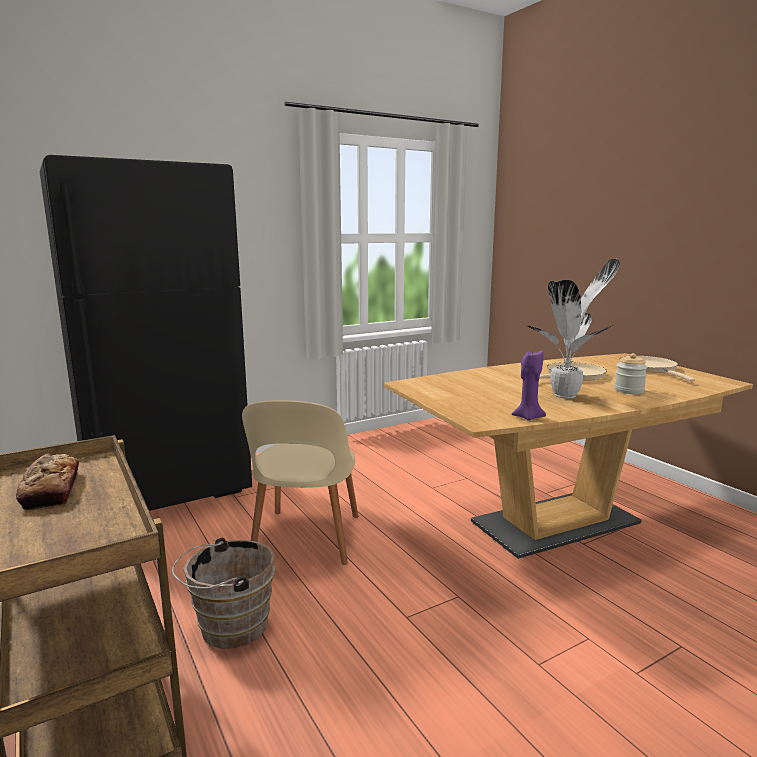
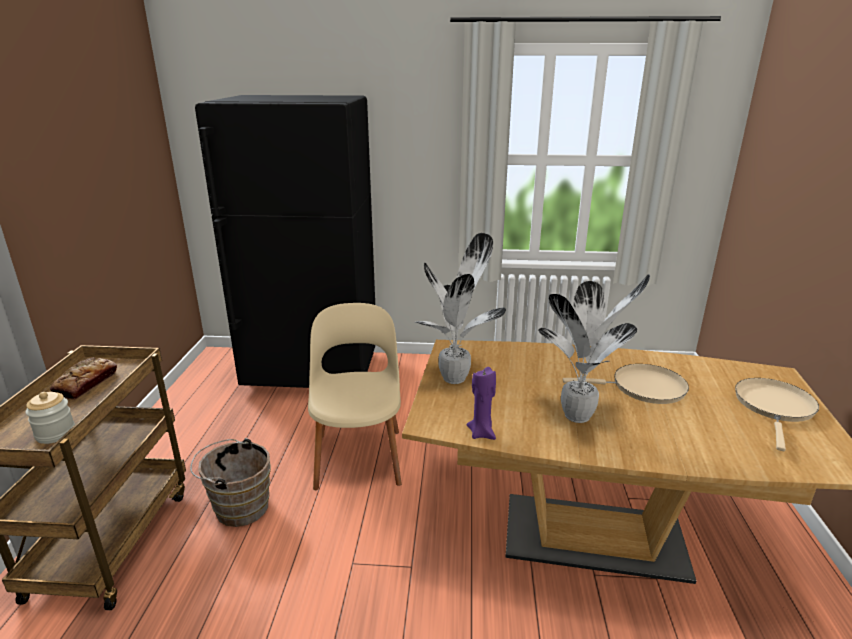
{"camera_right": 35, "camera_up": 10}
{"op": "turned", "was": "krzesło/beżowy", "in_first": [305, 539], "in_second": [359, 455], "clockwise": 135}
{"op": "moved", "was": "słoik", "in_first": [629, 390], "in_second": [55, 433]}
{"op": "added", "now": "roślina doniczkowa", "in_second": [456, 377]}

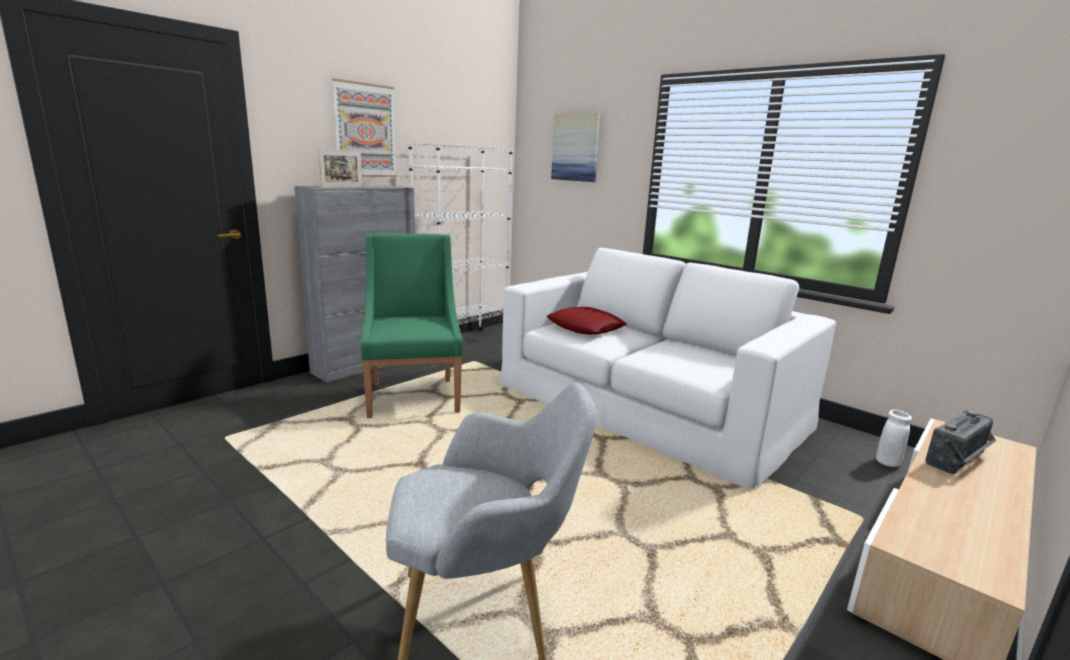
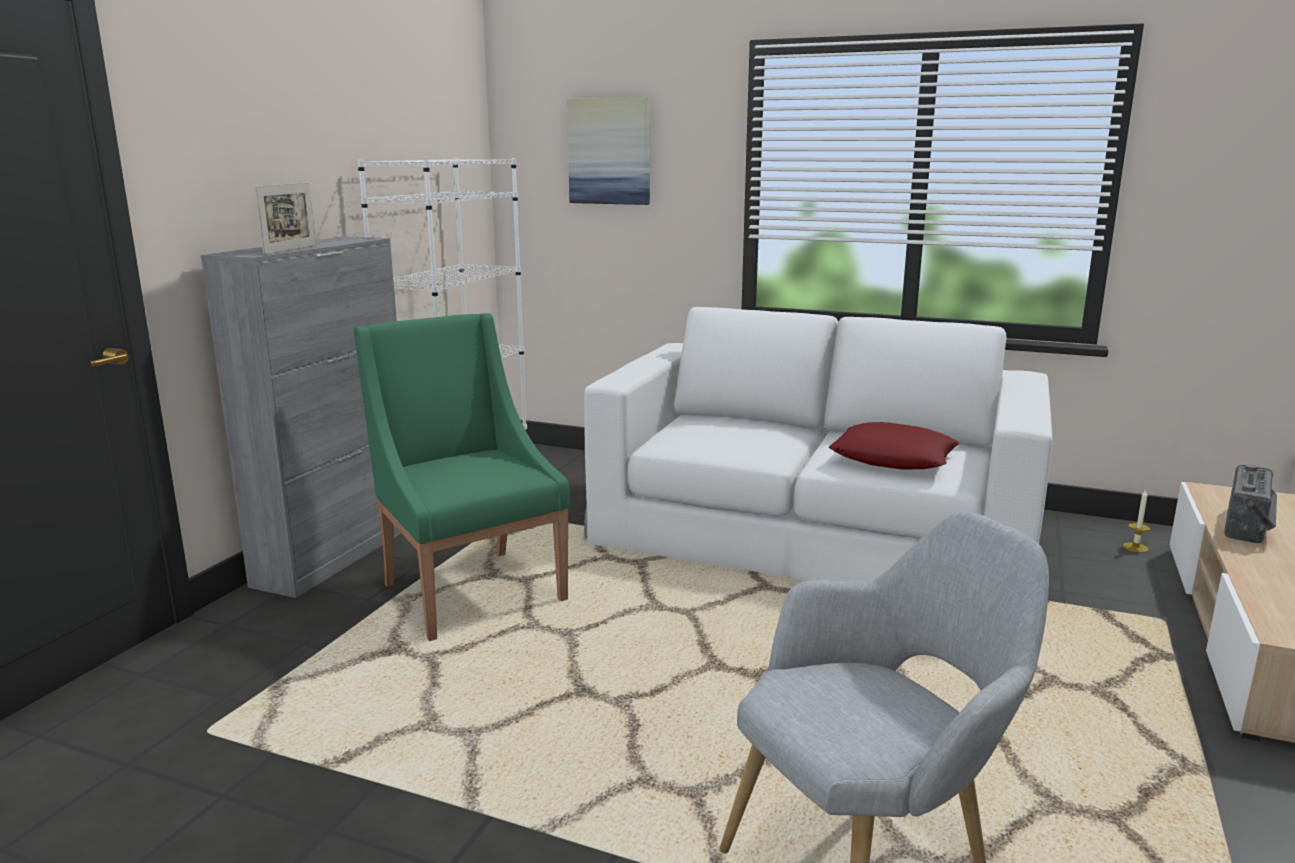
{"camera_right": -20, "camera_up": 0}
{"op": "removed", "was": "obraz", "in_first": [365, 131]}
{"op": "moved", "was": "poduszka/czerwony", "in_first": [585, 328], "in_second": [893, 458]}
{"op": "replaced", "was": "wazon/biały", "now": "świeca", "in_first": [887, 462], "in_second": [1135, 547]}

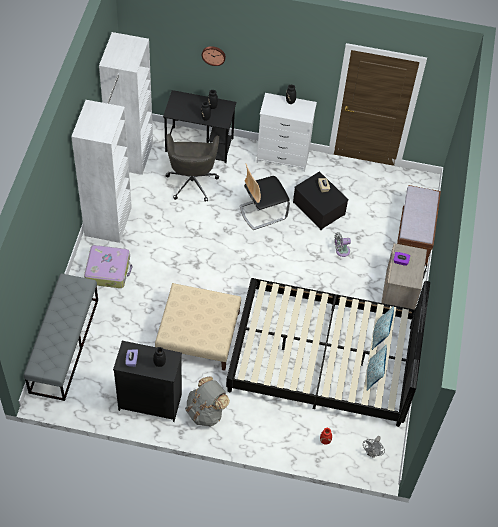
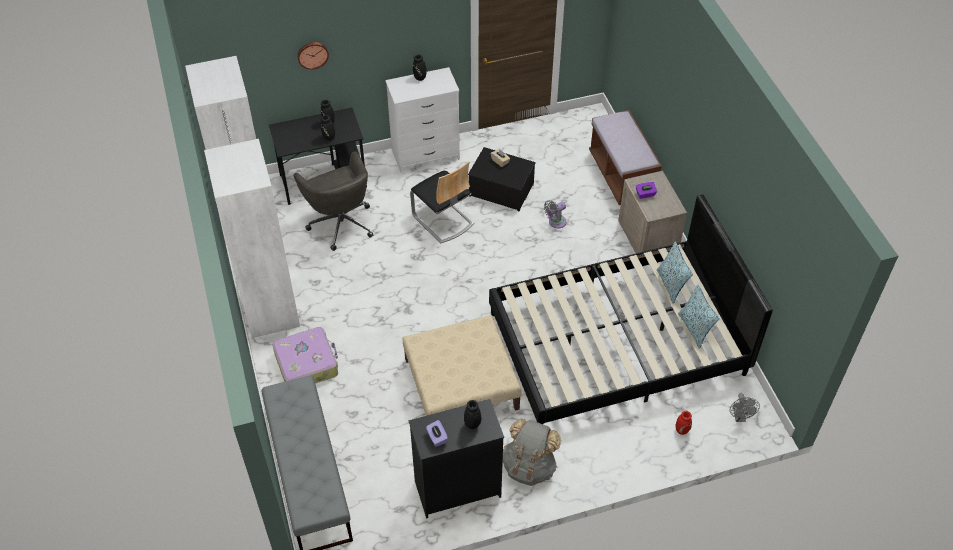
{"camera_right": -25, "camera_up": -5}
{"op": "turned", "was": "krzesło", "in_first": [262, 212], "in_second": [443, 220], "clockwise": -75}

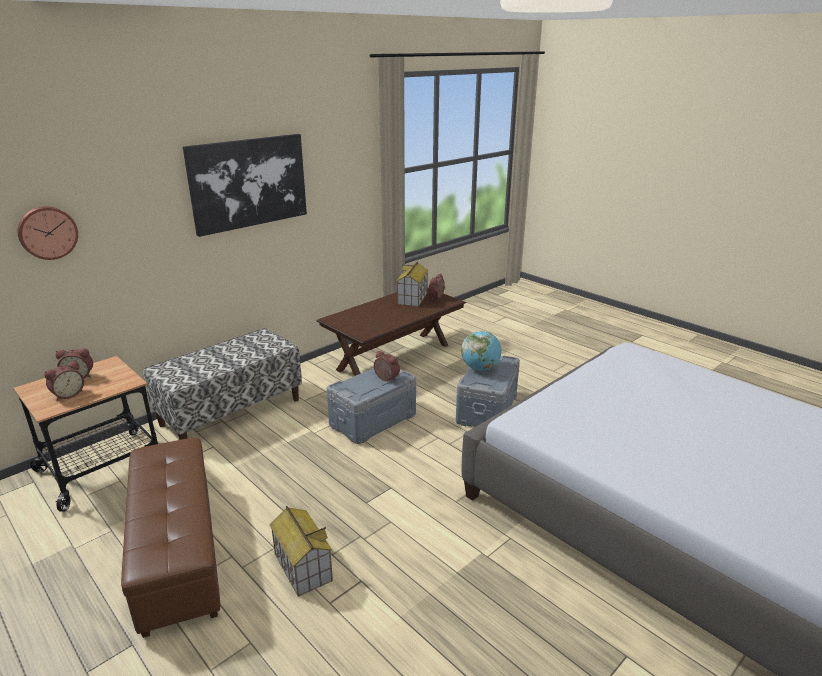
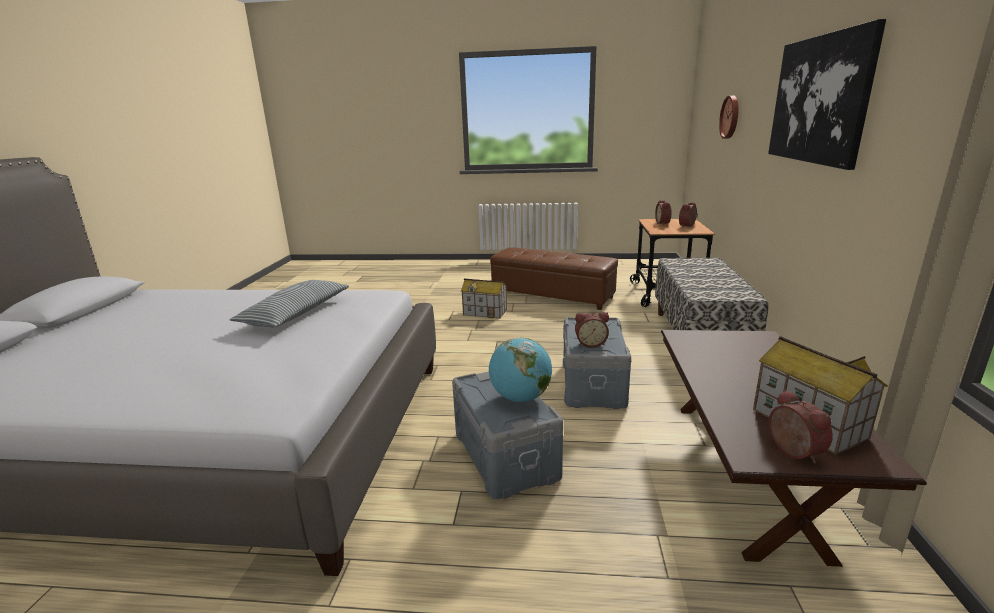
{"camera_right": 140, "camera_up": -5}
{"op": "added", "now": "poduszka", "in_second": [296, 314]}

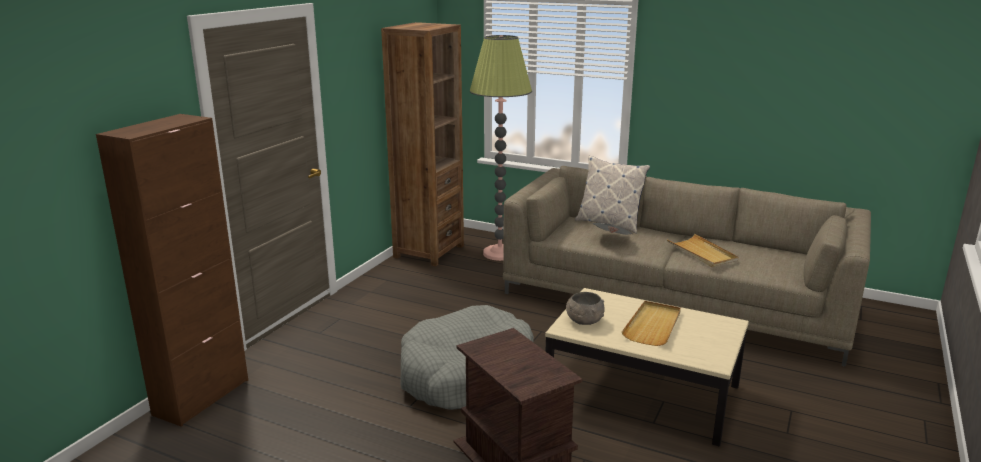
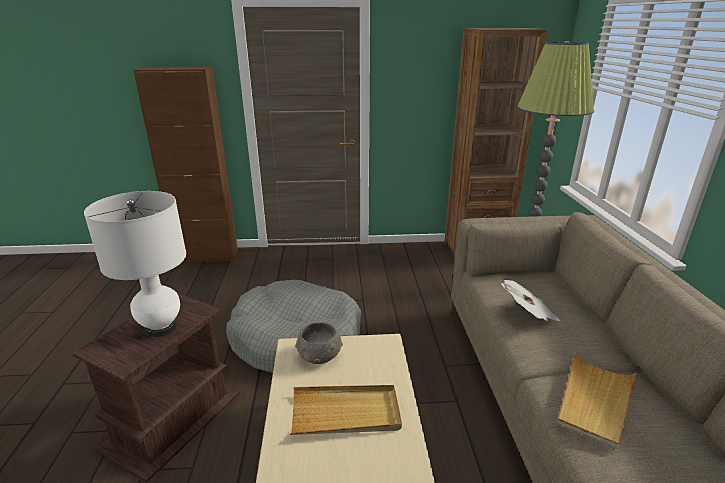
{"camera_right": 60, "camera_up": 5}
{"op": "removed", "was": "poduszka", "in_first": [609, 223]}
{"op": "added", "now": "lampa stołowa/biały", "in_second": [161, 328]}

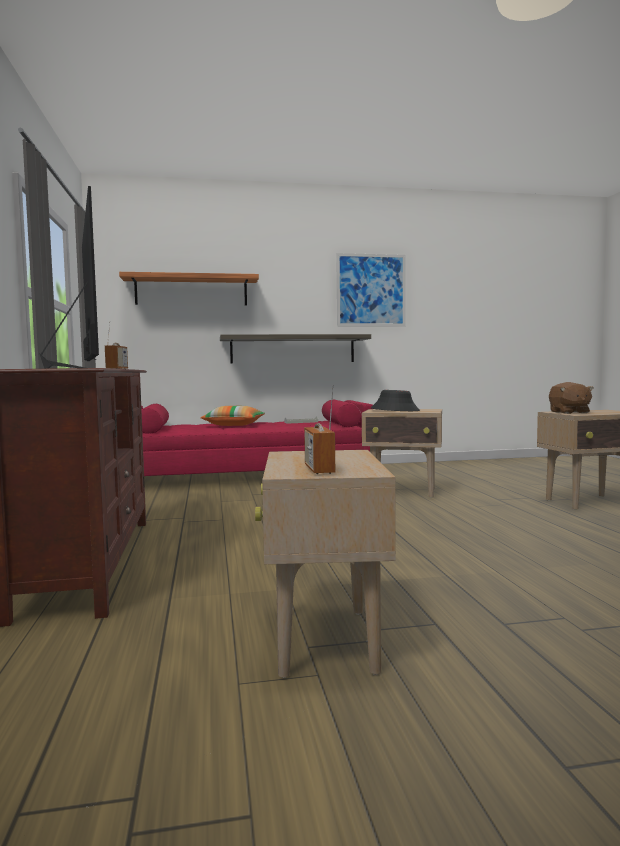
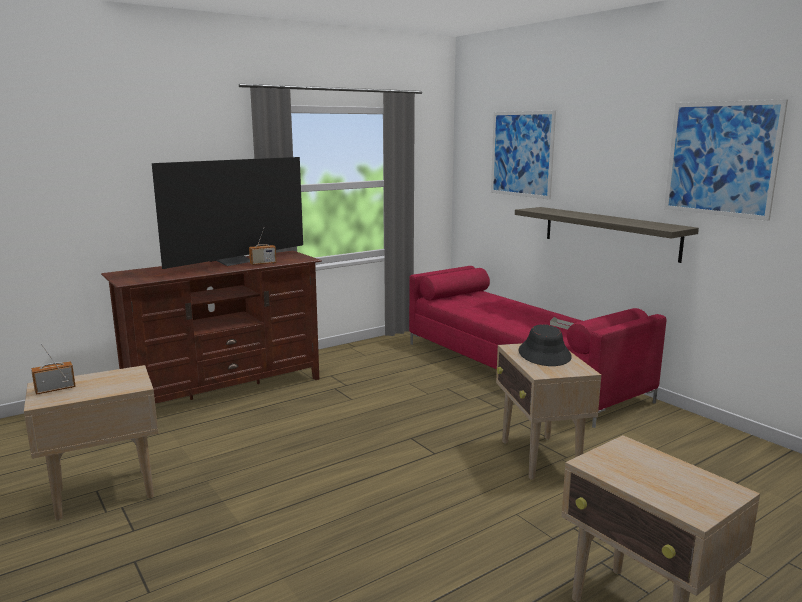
{"camera_right": 65, "camera_up": 10}
{"op": "replaced", "was": "półka", "now": "obraz", "in_first": [191, 291], "in_second": [521, 154]}
{"op": "removed", "was": "poduszka", "in_first": [234, 425]}
{"op": "removed", "was": "pluszak/brązowy", "in_first": [569, 412]}

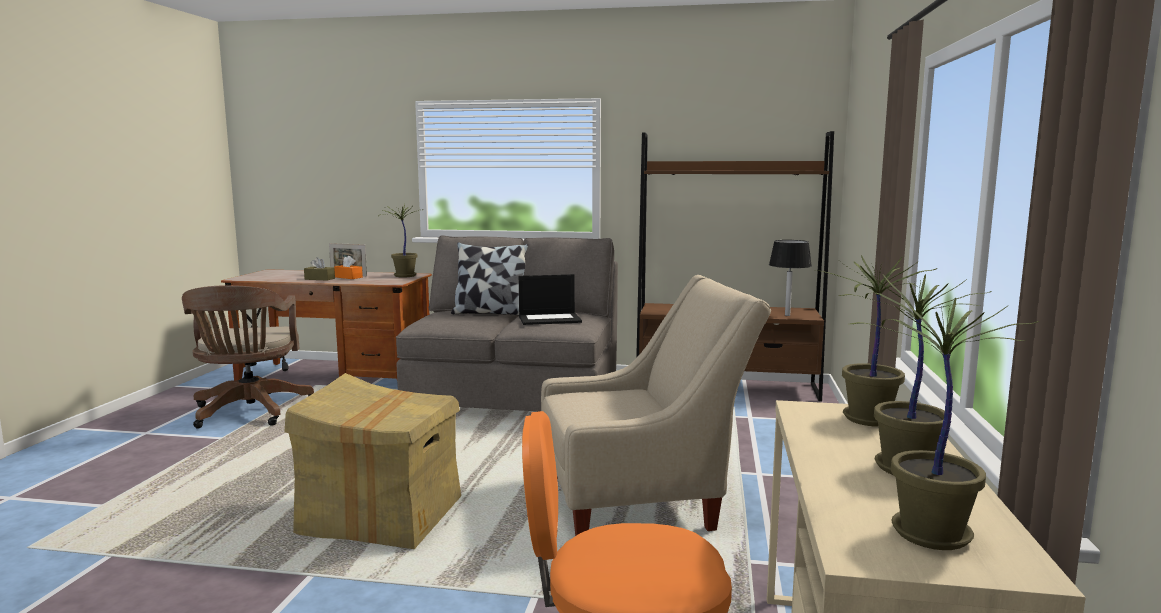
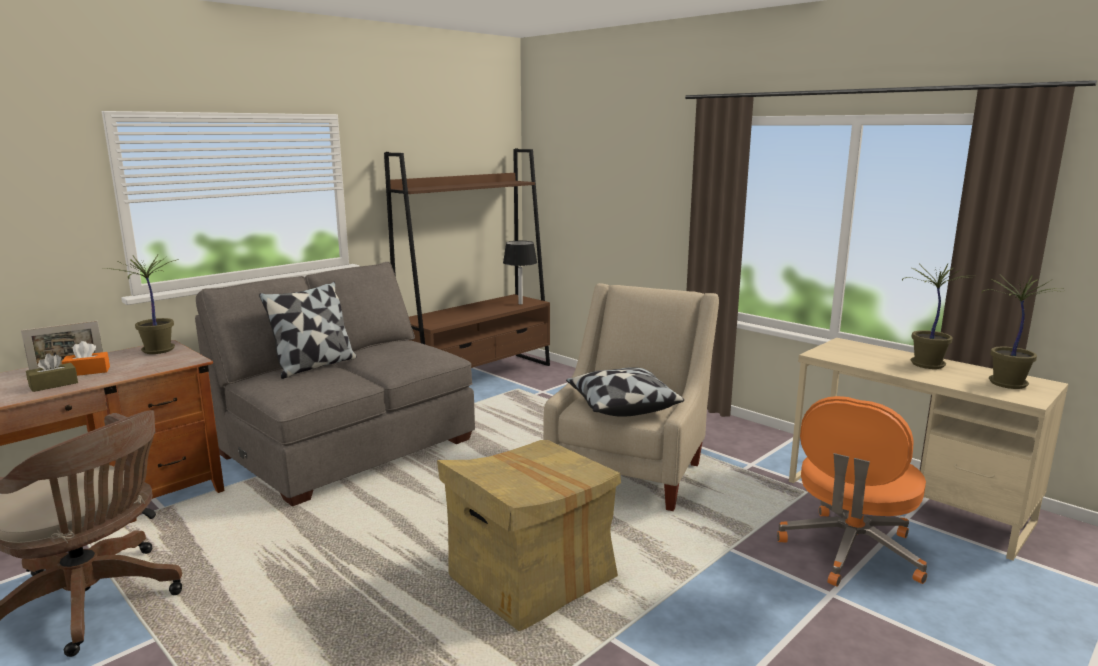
{"camera_right": -55, "camera_up": 5}
{"op": "removed", "was": "laptop", "in_first": [550, 319]}
{"op": "removed", "was": "roślina doniczkowa", "in_first": [869, 420]}
{"op": "added", "now": "poduszka", "in_second": [621, 406]}

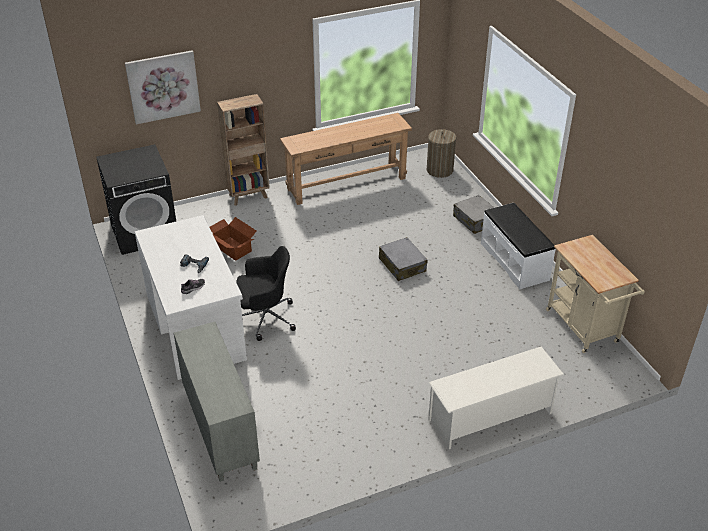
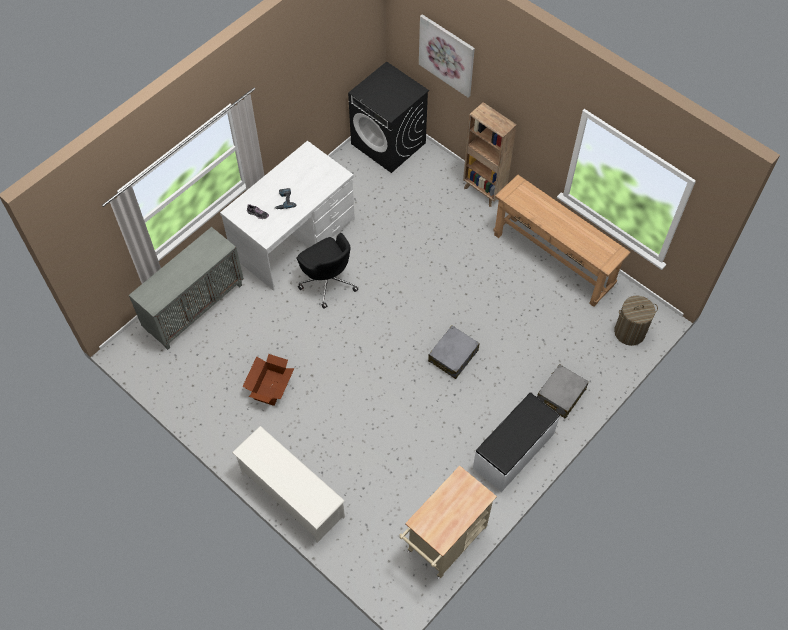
{"camera_right": 65, "camera_up": 20}
{"op": "moved", "was": "karton", "in_first": [233, 248], "in_second": [271, 387]}

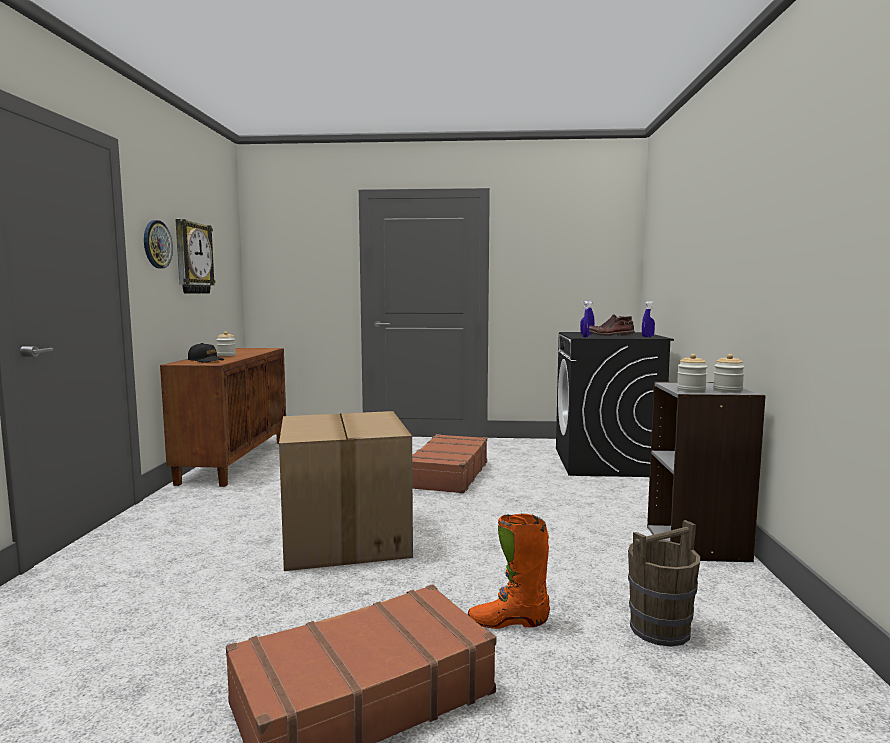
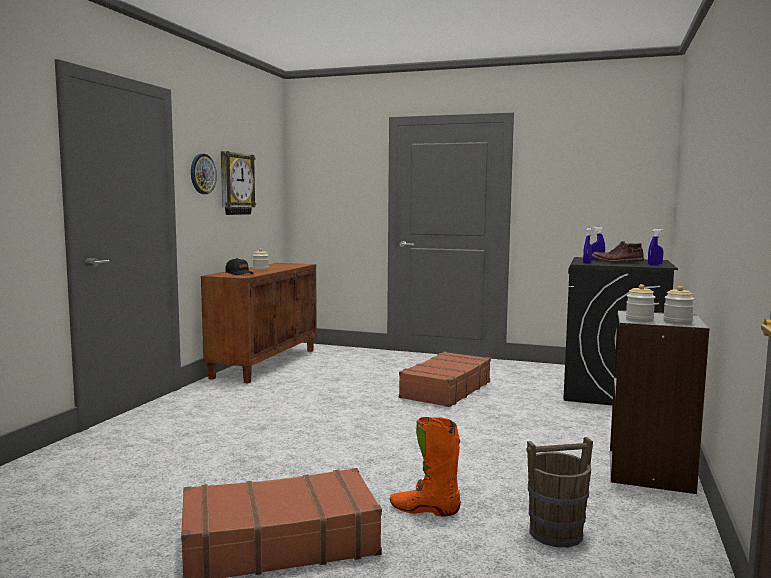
{"camera_right": 15, "camera_up": 0}
{"op": "removed", "was": "karton", "in_first": [347, 539]}

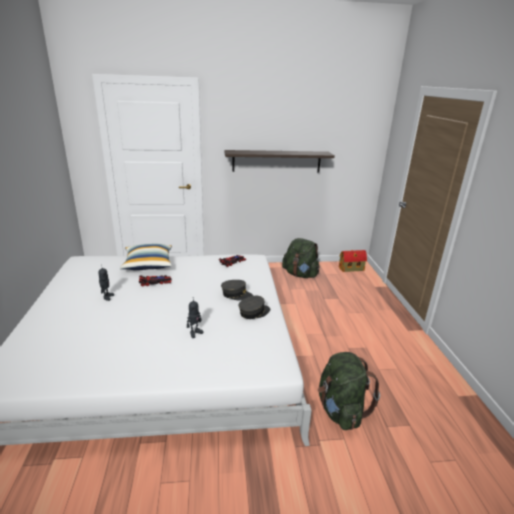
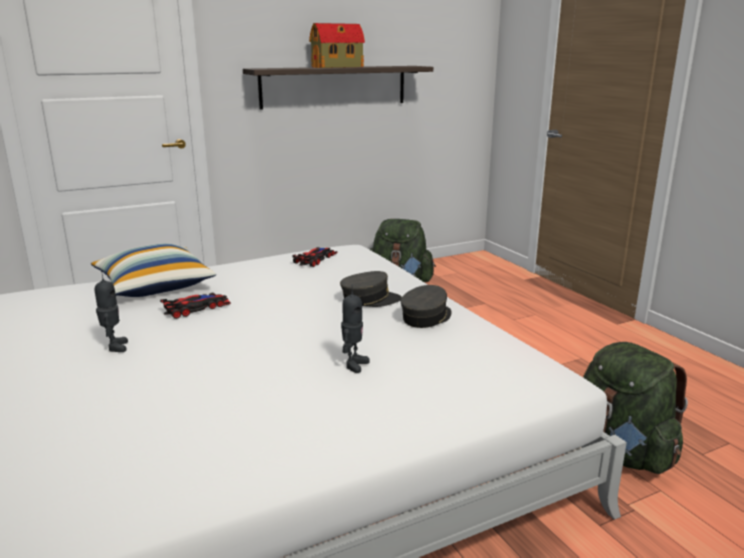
{"camera_right": -20, "camera_up": -5}
{"op": "moved", "was": "domek", "in_first": [351, 268], "in_second": [338, 67]}

